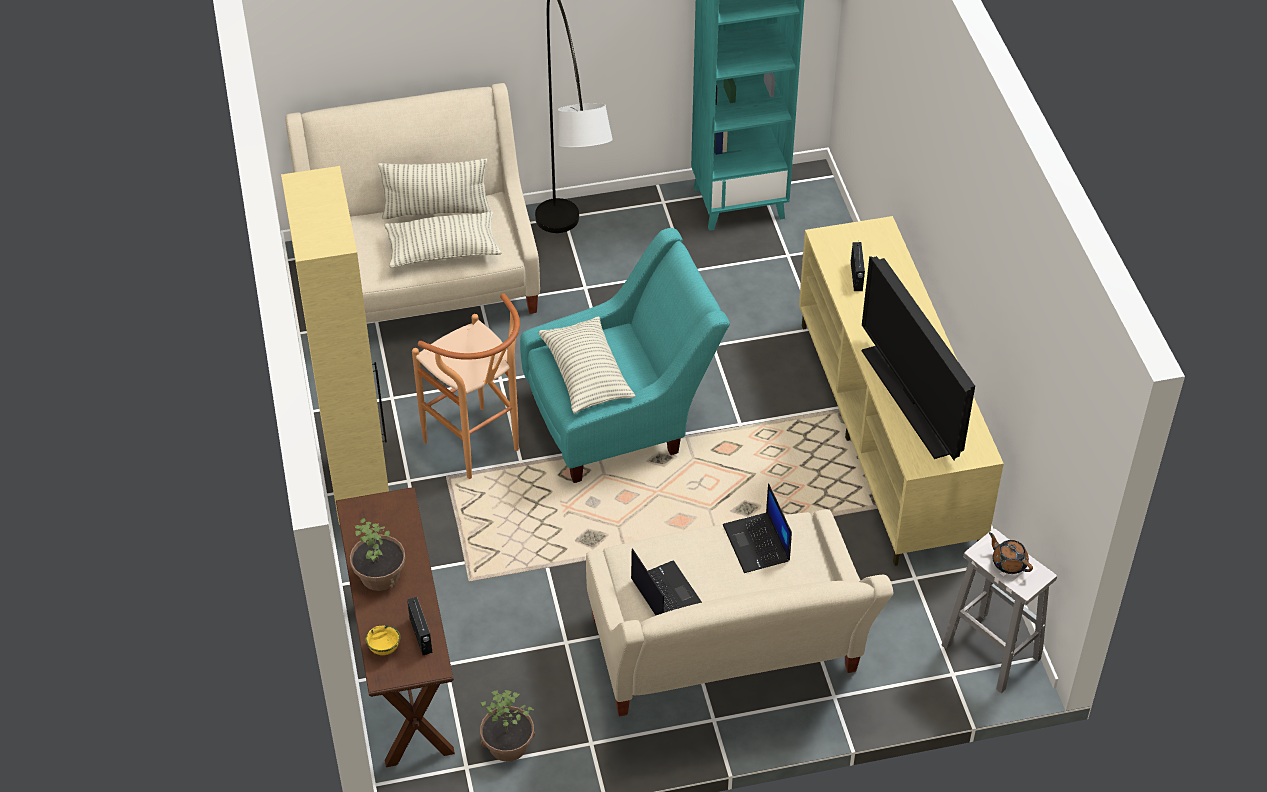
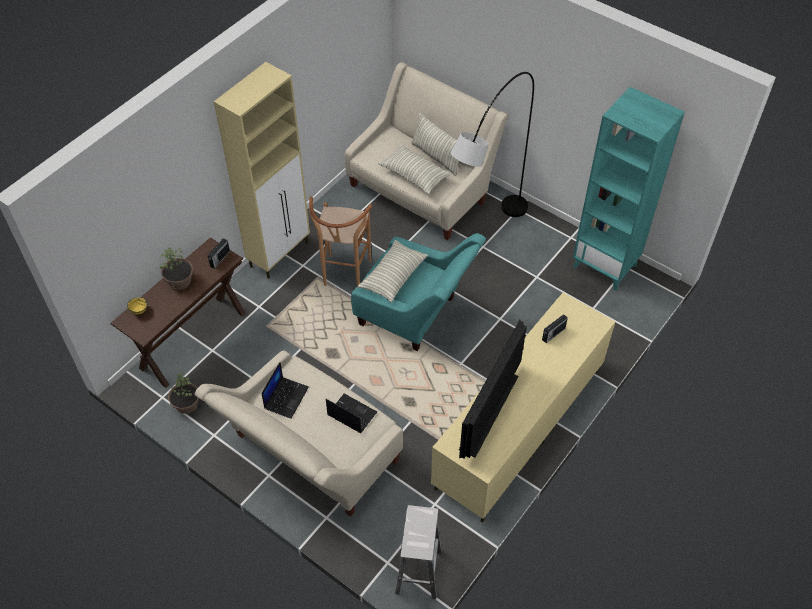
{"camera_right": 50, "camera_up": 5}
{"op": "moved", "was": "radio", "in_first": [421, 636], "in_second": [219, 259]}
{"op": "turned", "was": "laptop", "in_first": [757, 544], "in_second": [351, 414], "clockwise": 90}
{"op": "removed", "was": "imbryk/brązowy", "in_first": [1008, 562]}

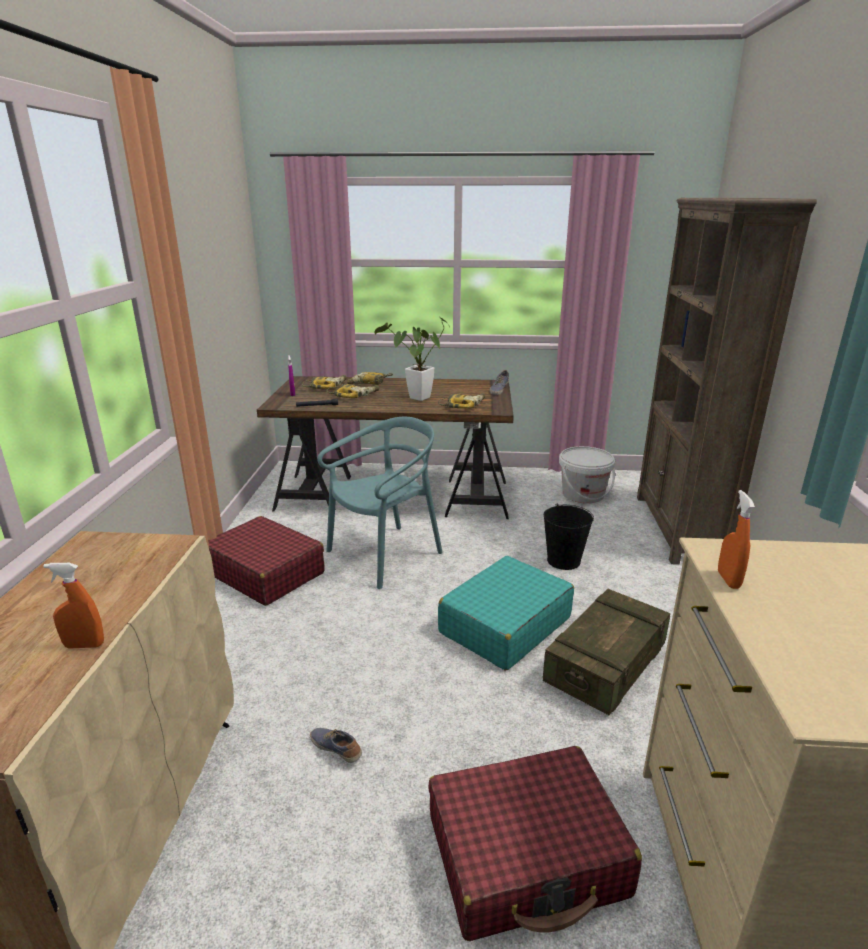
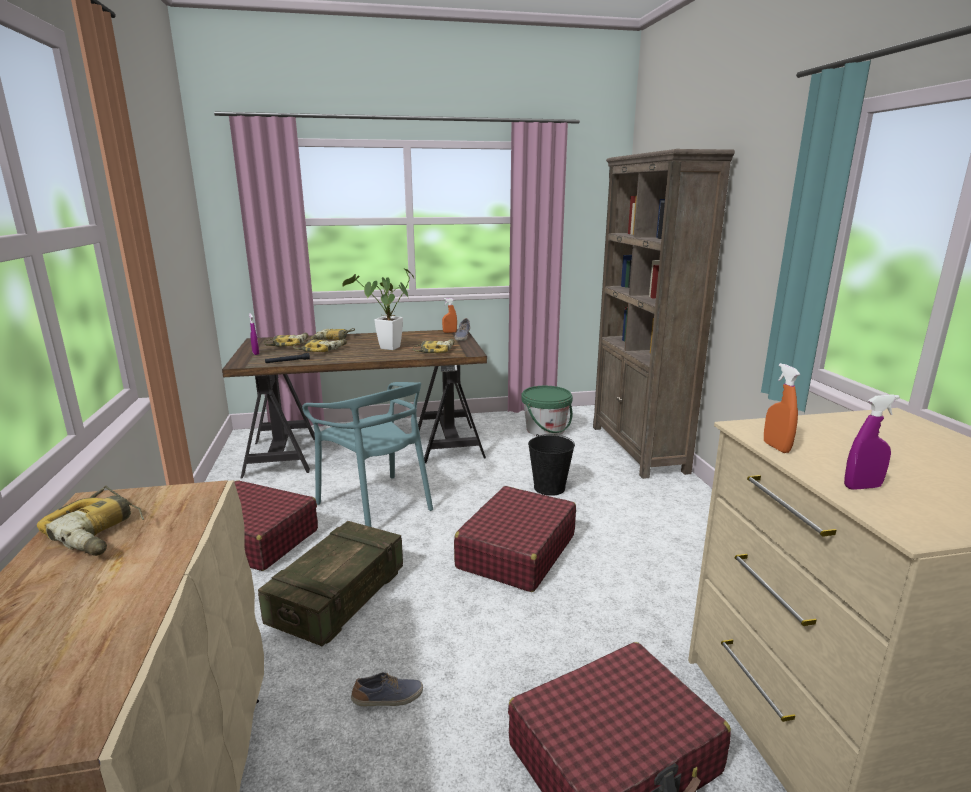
{"camera_right": -15, "camera_up": -5}
{"op": "moved", "was": "spryskiwacz/pomarańczowy", "in_first": [84, 645], "in_second": [449, 332]}
{"op": "turned", "was": "but", "in_first": [336, 749], "in_second": [388, 699], "clockwise": 135}
{"op": "turned", "was": "krzesło/turkusowy", "in_first": [385, 555], "in_second": [376, 504], "clockwise": 105}
{"op": "recoloured", "was": "walizka/turkusowy", "now": "walizka/czerwony", "in_first": [504, 625], "in_second": [516, 552]}
{"op": "moved", "was": "skrzynka", "in_first": [605, 666], "in_second": [338, 598]}
{"op": "recoloured", "was": "wiadro/biały", "now": "wiadro/zielony", "in_first": [583, 494], "in_second": [545, 430]}
{"op": "added", "now": "wiertarka", "in_second": [100, 531]}
{"op": "added", "now": "spryskiwacz/fioletowy", "in_second": [862, 487]}

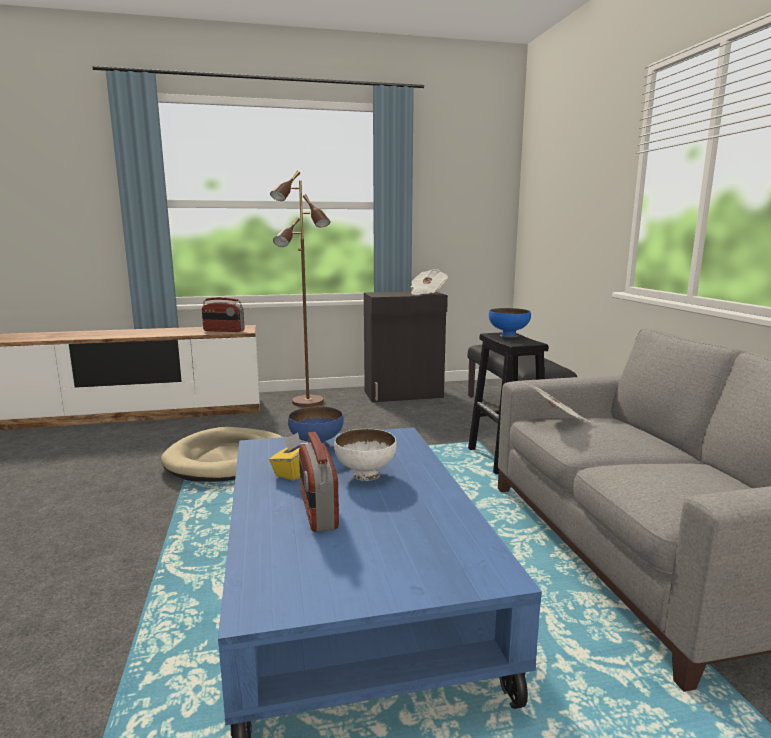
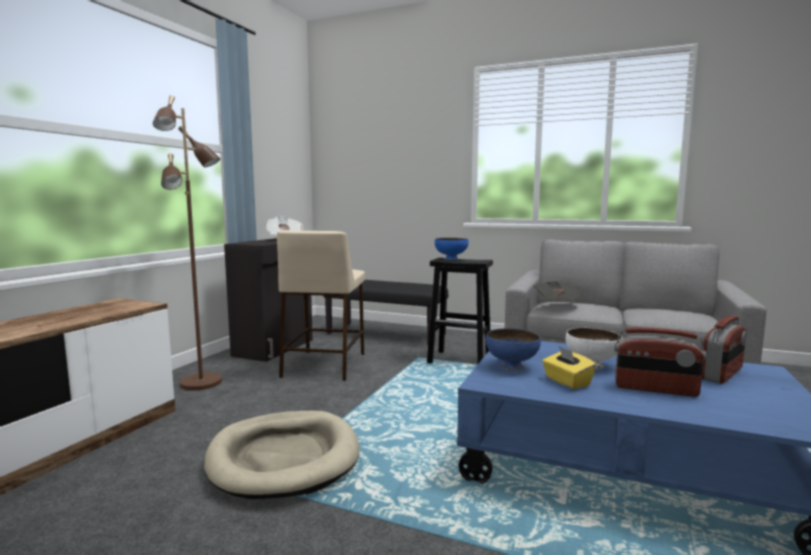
{"camera_right": -55, "camera_up": -5}
{"op": "moved", "was": "radio", "in_first": [223, 331], "in_second": [722, 374]}
{"op": "added", "now": "stołek/beżowy", "in_second": [324, 364]}

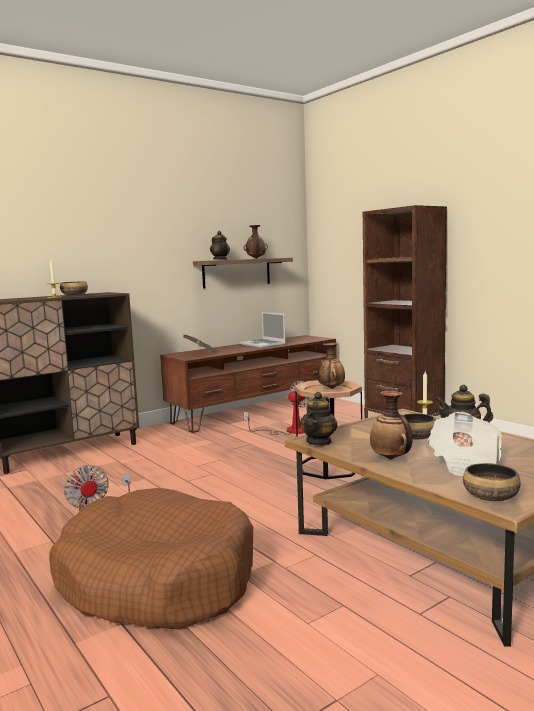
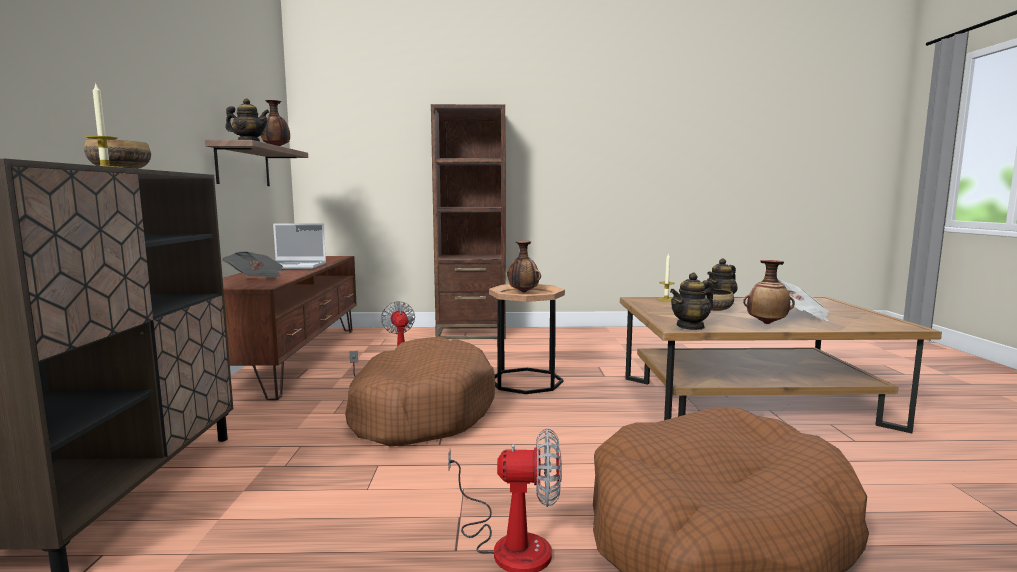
{"camera_right": -55, "camera_up": 0}
{"op": "turned", "was": "imbryk", "in_first": [319, 442], "in_second": [691, 326], "clockwise": 90}
{"op": "removed", "was": "miska", "in_first": [490, 497]}
{"op": "added", "now": "legowisko/brązowy", "in_second": [420, 410]}

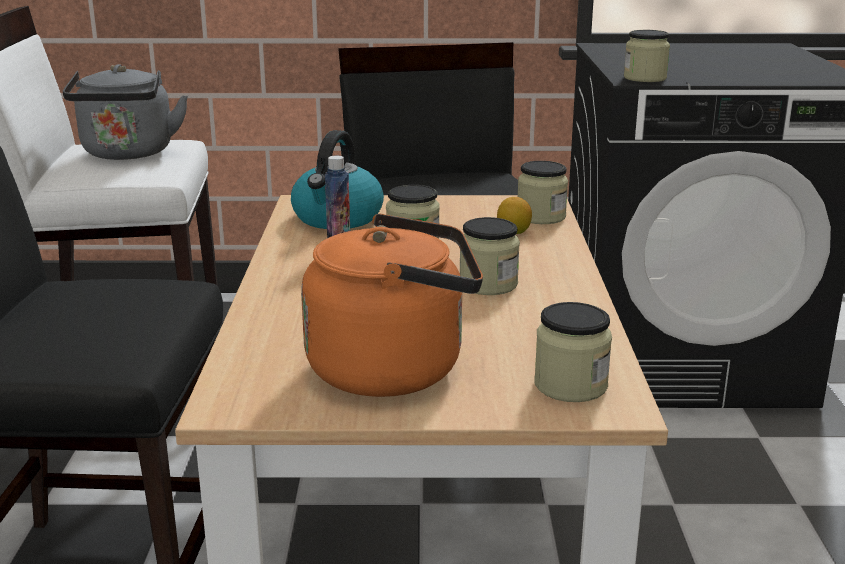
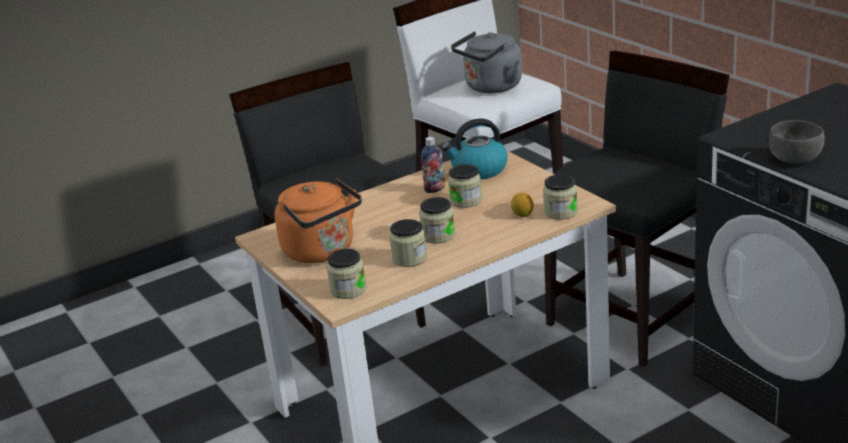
{"camera_right": 60, "camera_up": 5}
{"op": "moved", "was": "słoik", "in_first": [645, 78], "in_second": [409, 258]}
{"op": "added", "now": "miska/szary", "in_second": [795, 159]}

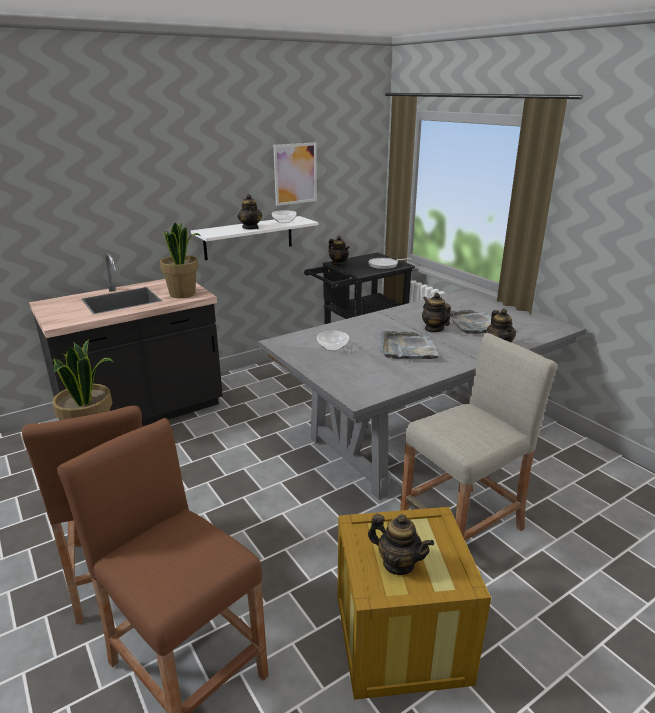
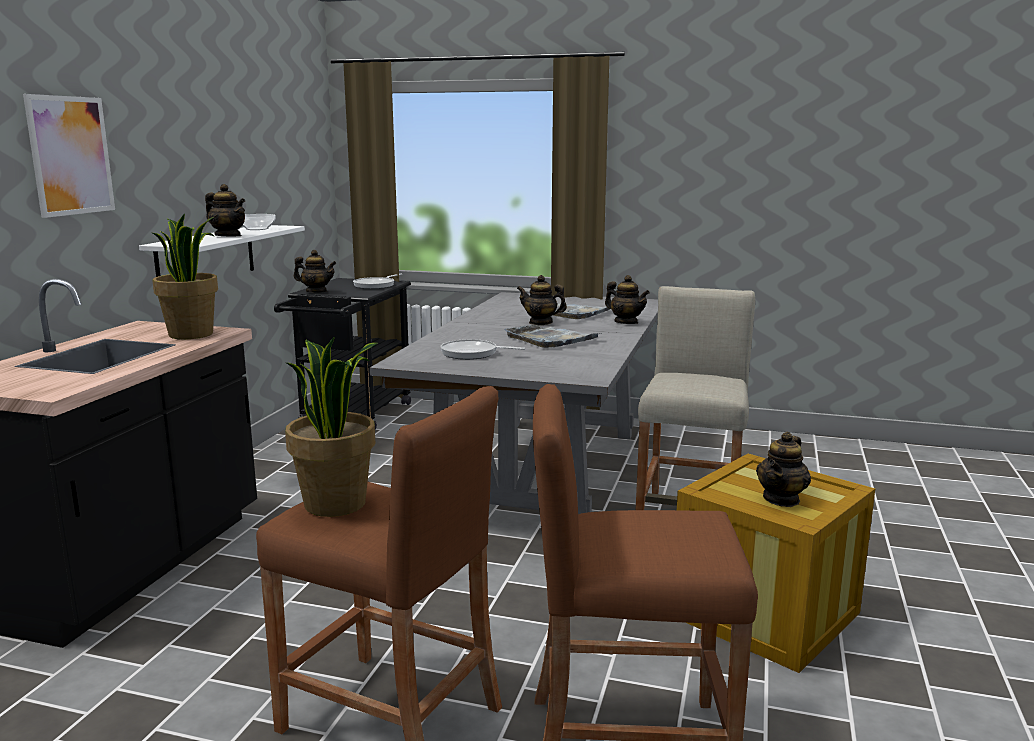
{"camera_right": -40, "camera_up": -10}
{"op": "moved", "was": "obraz", "in_first": [295, 174], "in_second": [71, 155]}
{"op": "replaced", "was": "miska", "now": "patelnia", "in_first": [332, 347], "in_second": [472, 354]}
{"op": "turned", "was": "imbryk", "in_first": [398, 563], "in_second": [781, 499], "clockwise": 135}

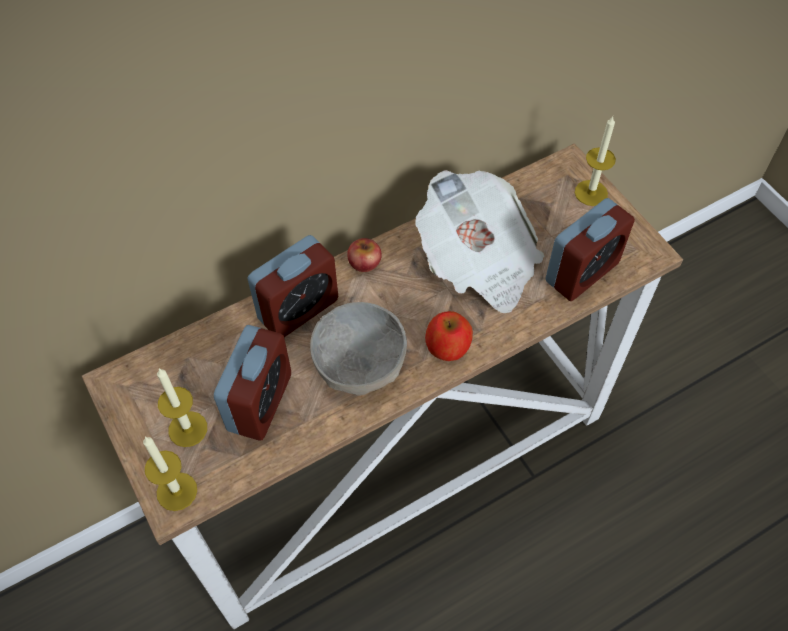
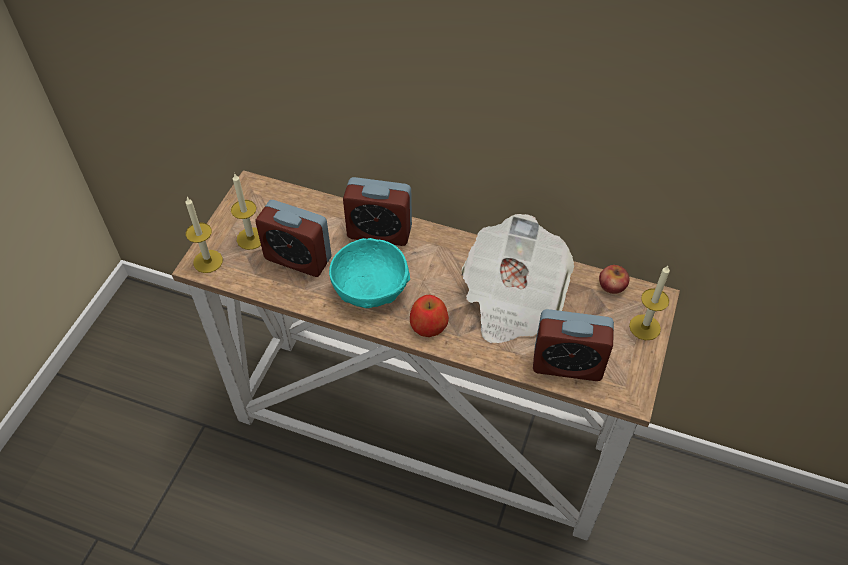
{"camera_right": 50, "camera_up": -5}
{"op": "turned", "was": "budzik", "in_first": [260, 402], "in_second": [298, 258], "clockwise": 45}
{"op": "recoloured", "was": "miska/szary", "now": "miska/turkusowy", "in_first": [360, 364], "in_second": [370, 289]}
{"op": "moved", "was": "jabłko", "in_first": [364, 262], "in_second": [612, 285]}

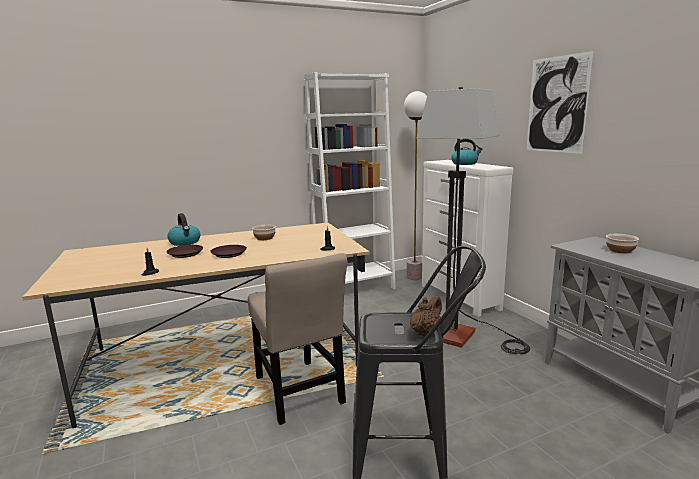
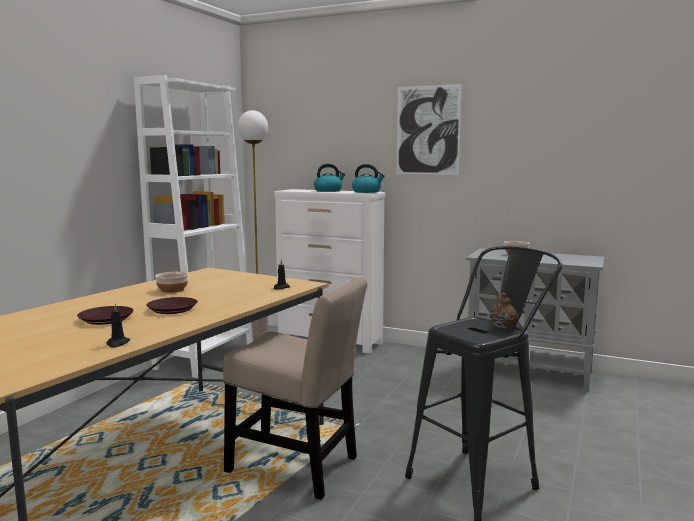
{"camera_right": -40, "camera_up": -5}
{"op": "moved", "was": "czajnik", "in_first": [185, 242], "in_second": [367, 192]}
{"op": "removed", "was": "lampa stojąca", "in_first": [465, 336]}

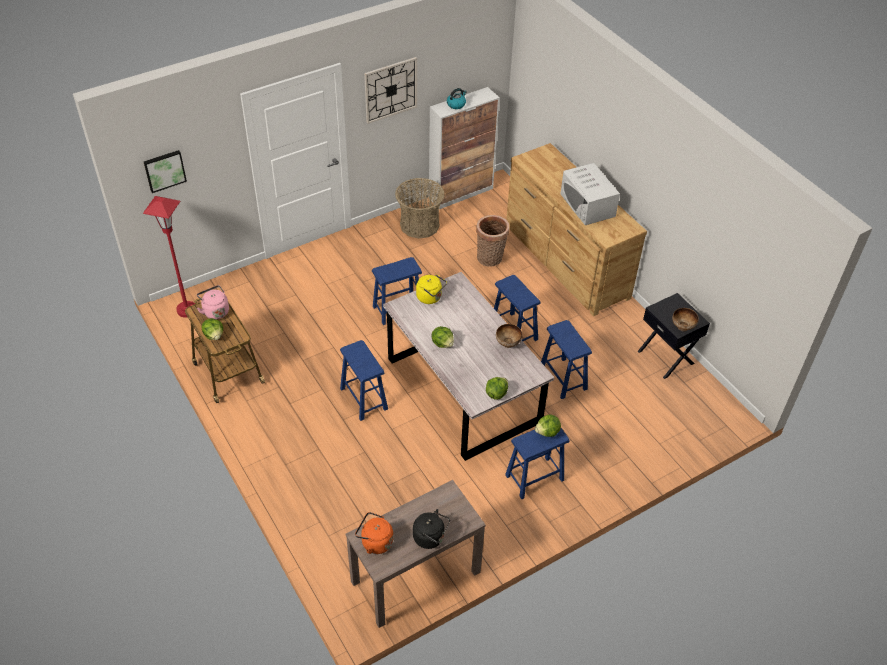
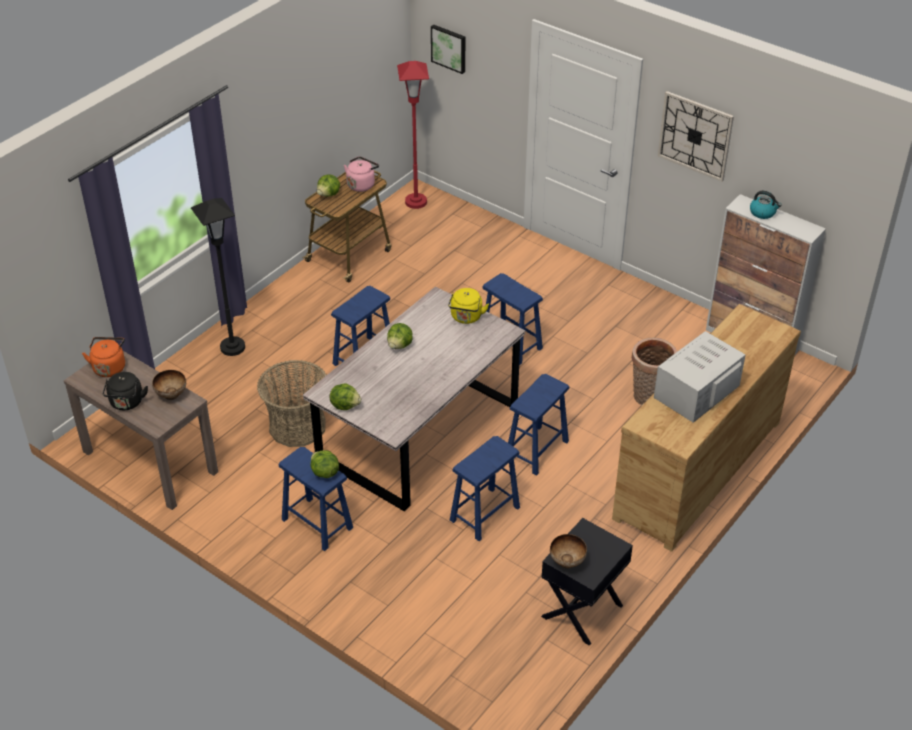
{"camera_right": 70, "camera_up": -5}
{"op": "moved", "was": "koszyk", "in_first": [419, 225], "in_second": [297, 426]}
{"op": "moved", "was": "miska", "in_first": [508, 344], "in_second": [171, 395]}
{"op": "added", "now": "lampa stojąca/czarny", "in_second": [232, 347]}

